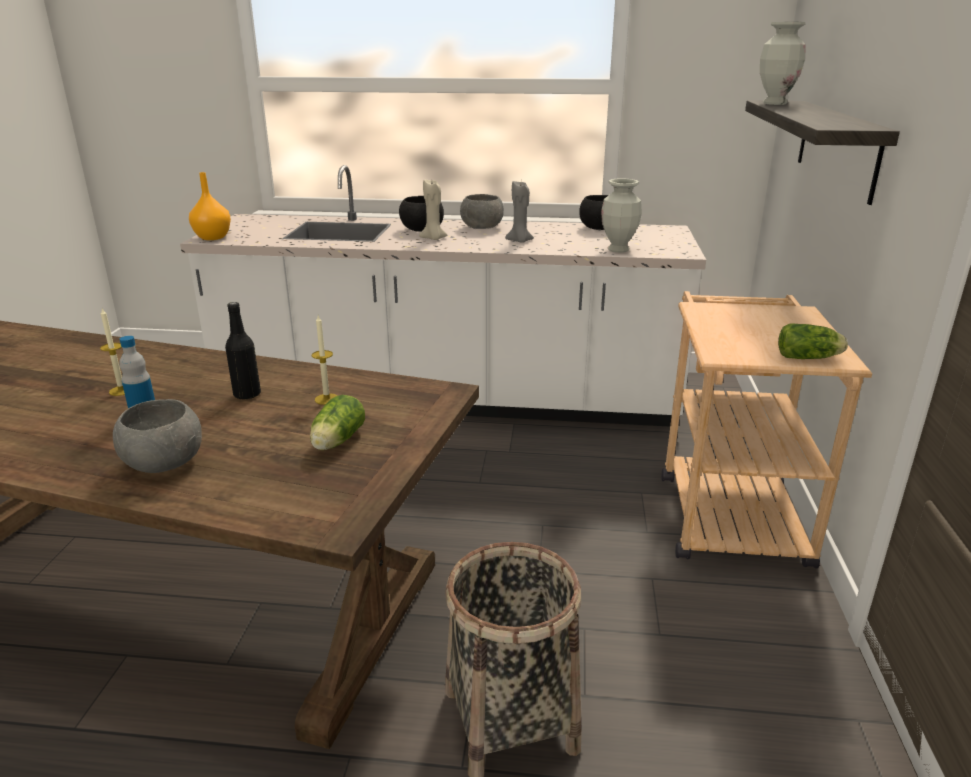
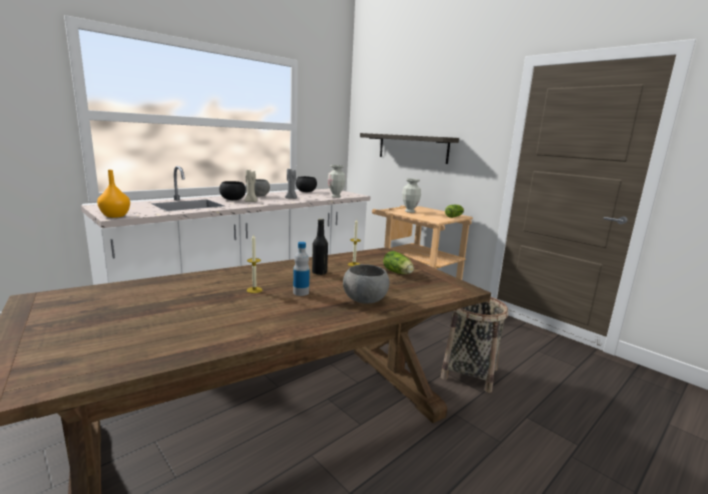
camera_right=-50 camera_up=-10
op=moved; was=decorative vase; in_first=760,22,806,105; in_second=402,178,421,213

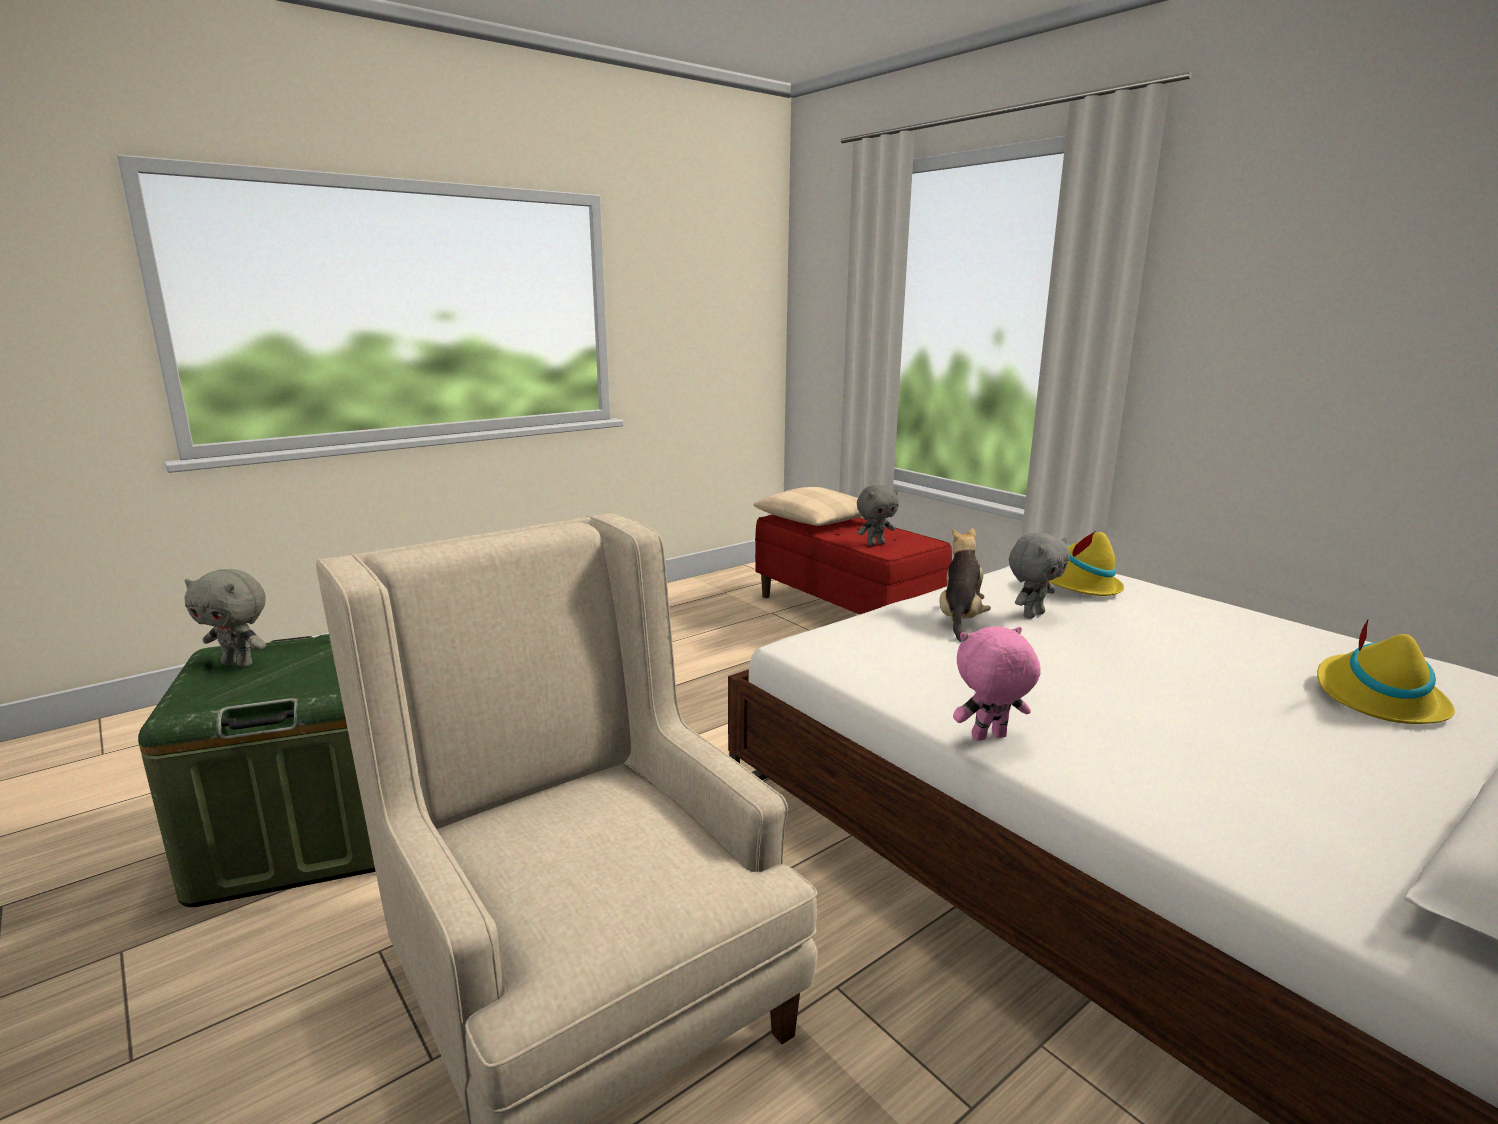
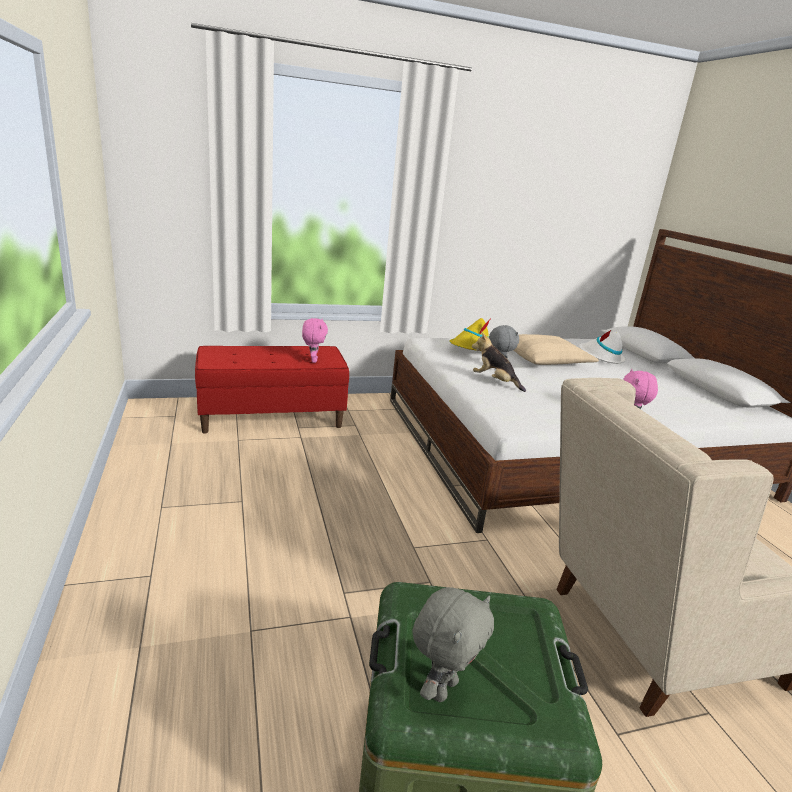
camera_right=-70 camera_up=5
op=recoloured; was=greyish soft toy; now=pinkish soft toy; in_first=857,485,899,546; in_second=302,318,328,363
op=moved; was=beige-coloured pillow; in_first=753,487,862,526; in_second=514,334,599,365
op=recoloured; was=yellow hat; now=white hat; in_first=1317,619,1455,724; in_second=579,330,626,364

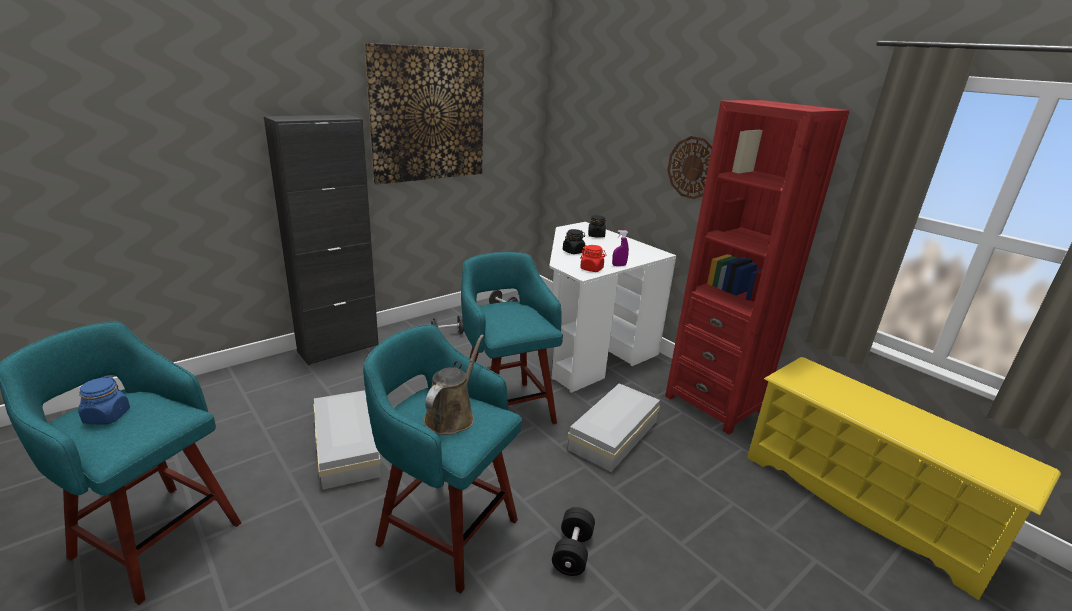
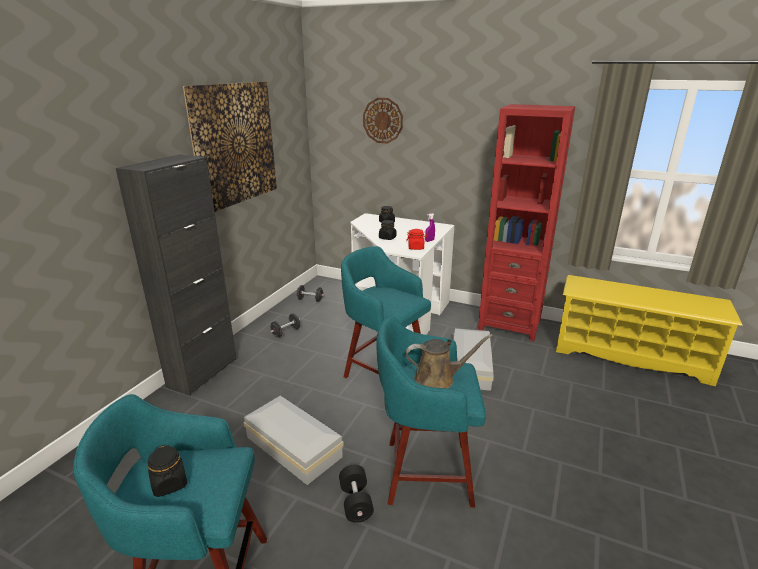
camera_right=-25 camera_up=0
op=recoloured; was=blue storage jar; now=blackish storage jar; in_first=78,376,130,424; in_second=148,444,187,497
op=moved; was=blackish hand weight; in_first=552,507,595,576; in_second=339,465,374,523
op=moved; was=clock on the wall; in_first=667,136,712,199; in_second=363,98,403,144
op=turned; was=brown watering can; in_first=424,334,484,435; in_second=406,334,493,388; clockwise=90

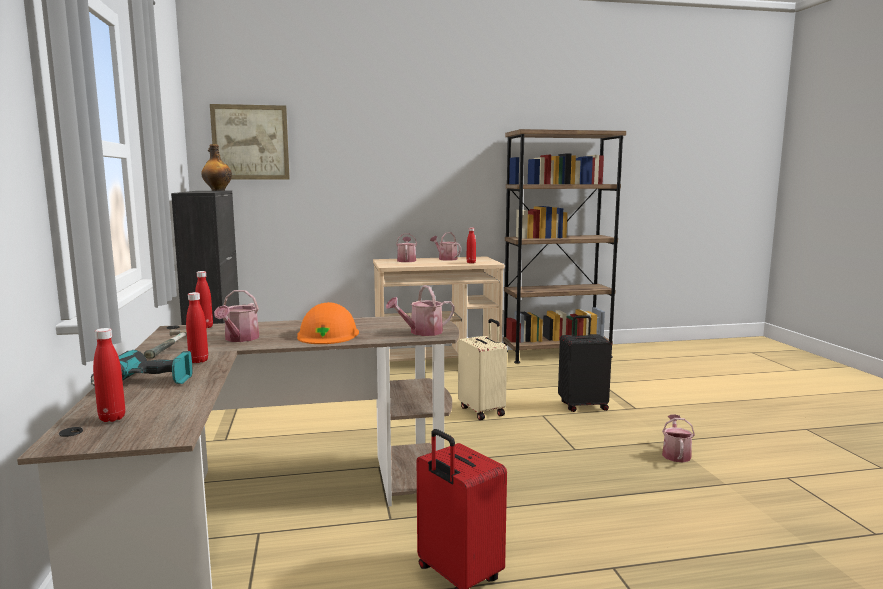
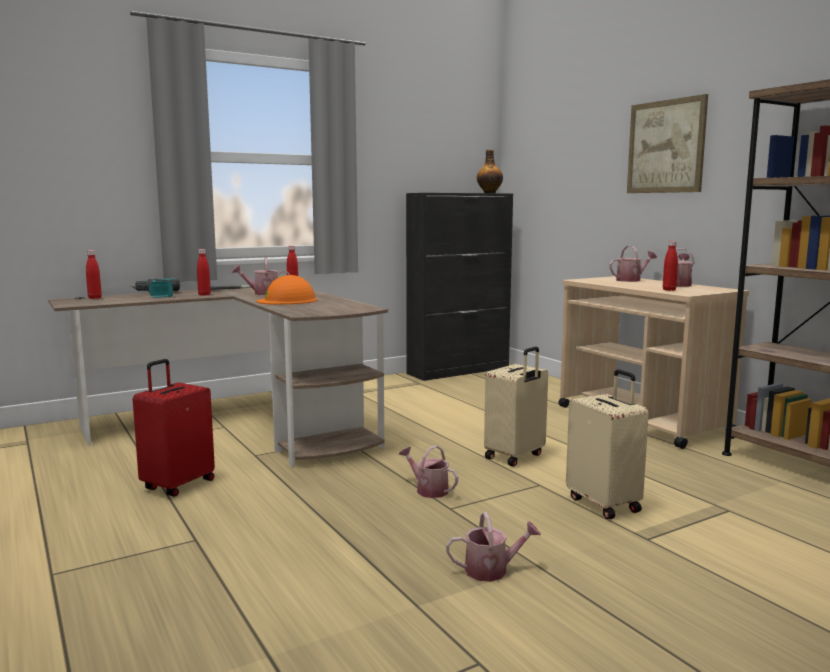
camera_right=70 camera_up=0
op=moved; was=watering can; in_first=386,285,455,336; in_second=399,445,458,498
op=recoloured; was=blackish travel case; now=beige-coloured travel case; in_first=558,315,612,412; in_second=566,369,649,519
op=moved; was=wall picture; in_first=210,104,290,180; in_second=627,94,708,193

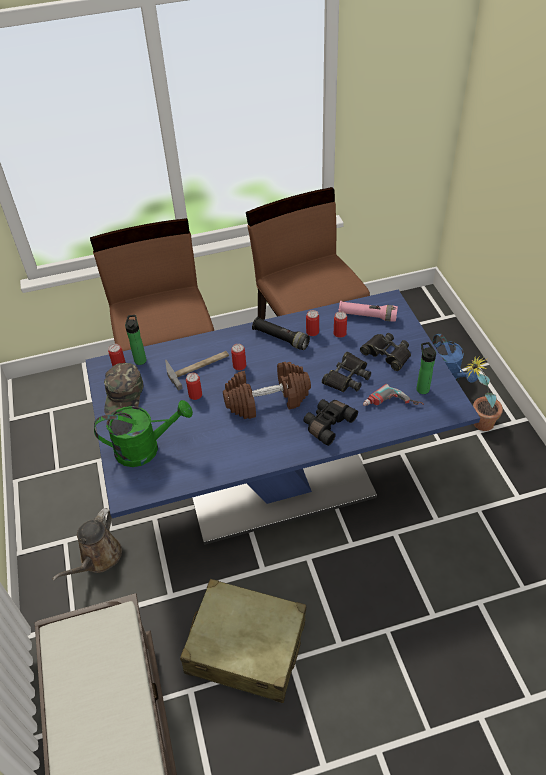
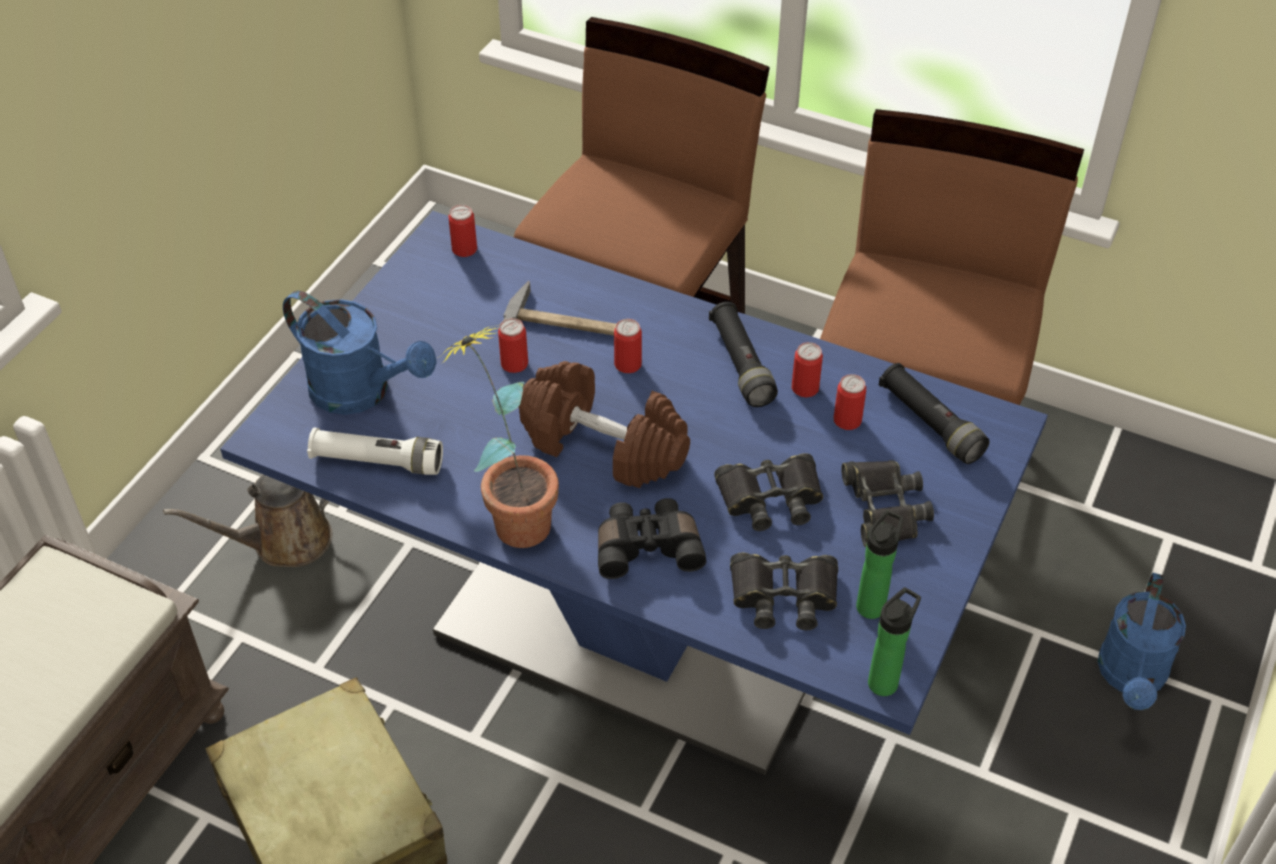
camera_right=40 camera_up=0
op=recoloured; was=green-coloured watering can; now=blue watering can; in_first=94,400,193,467; in_second=283,291,437,415
op=added; now=white flashlight; in_second=307,428,443,475
op=moved; was=plant in a pot; in_first=465,356,503,431; in_second=438,325,559,548
op=replaced; was=power drill; now=blackish pair of binoculars; in_first=363,384,424,406; in_second=730,553,838,630
op=moved; was=drink bottle; in_first=125,315,147,365; in_second=868,587,921,696
op=recoloured; was=pinkish flashlight; now=blackish flashlight; in_first=338,301,398,322; in_second=879,363,989,464
op=removed; was=green-coloured cap; in_first=104,363,143,415

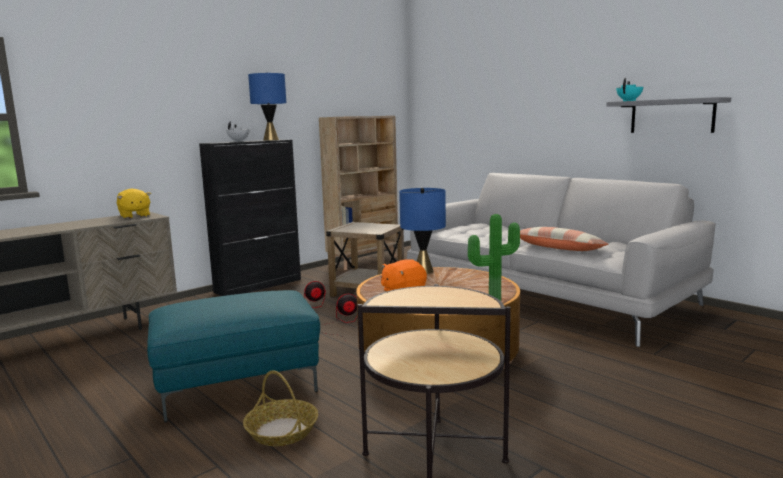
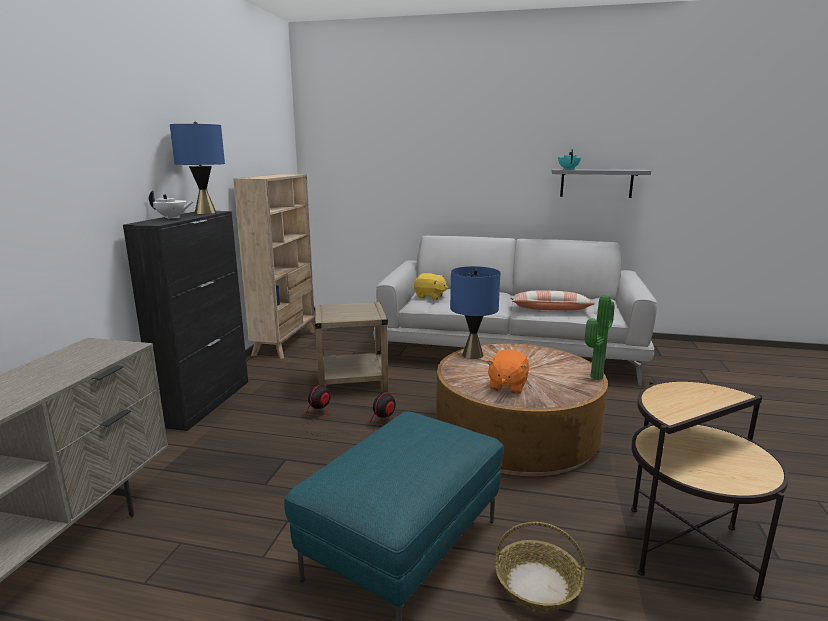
camera_right=-35 camera_up=5
op=moved; was=yellow soft toy; in_first=117,189,151,219; in_second=414,273,448,300

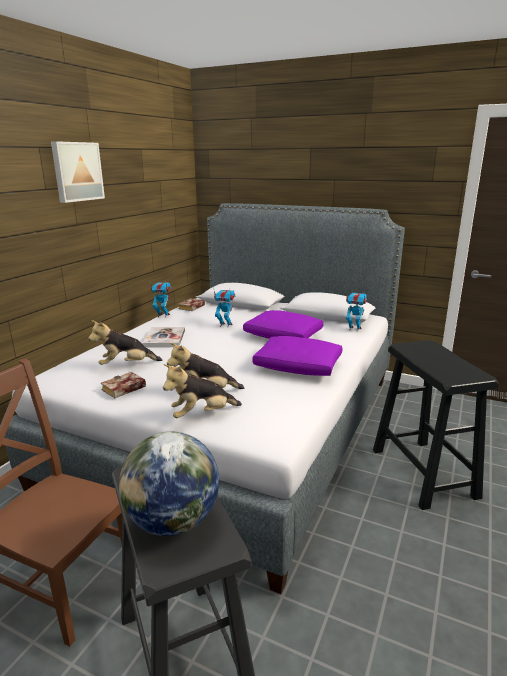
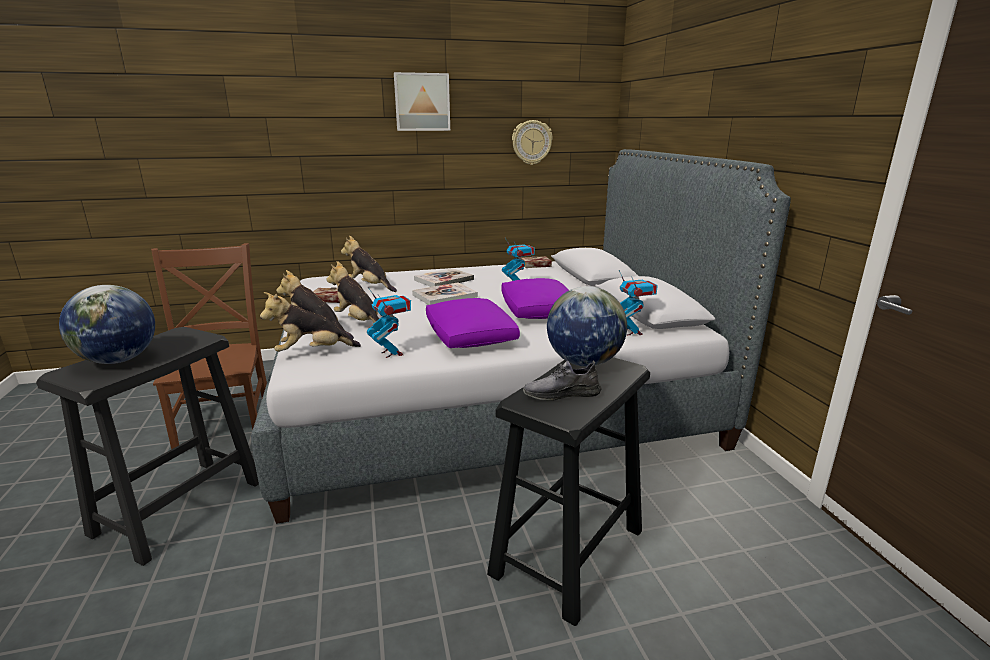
camera_right=50 camera_up=0
op=added; now=soft toy; in_second=260,292,361,352
op=moved; was=model robot; in_first=150,281,171,317; in_second=367,287,411,358
op=added; now=volume; in_second=412,282,478,305
op=added; now=clock on the wall; in_second=512,120,553,165
op=added; now=greyish low shoe; in_second=523,360,601,401
op=added; now=world globe; in_second=547,286,627,367

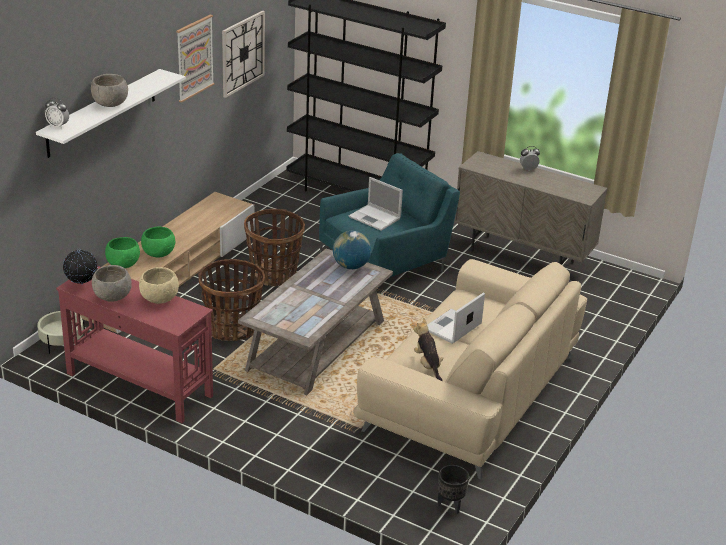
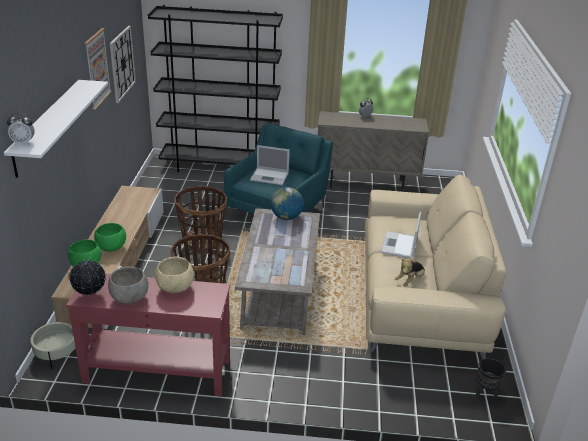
camera_right=-25 camera_up=0
op=turned; was=soft toy; in_first=414,318,444,381; in_second=395,259,425,287; clockwise=-90
op=removed; was=greyish deep dish; in_first=91,74,128,107

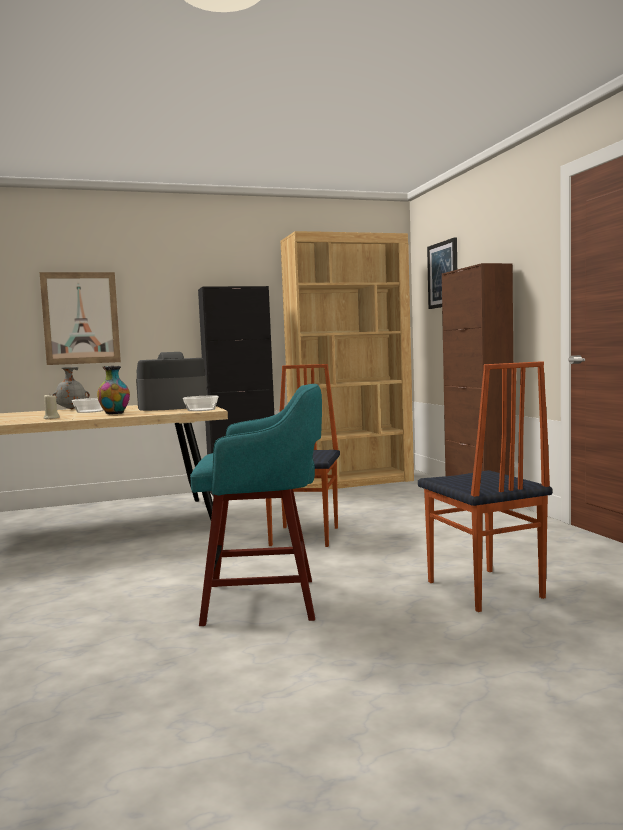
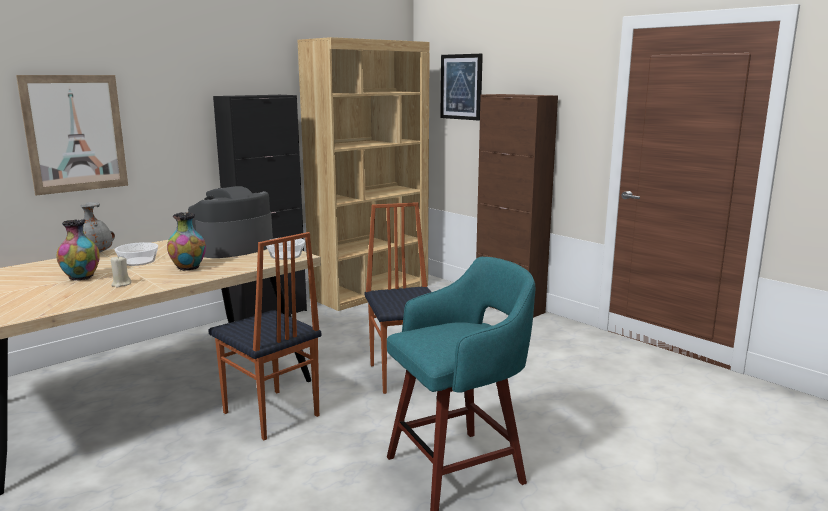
camera_right=-25 camera_up=10
op=added; now=decorative vase; in_second=57,219,100,281
op=moved; was=upright chair; in_first=418,361,552,612; in_second=208,232,321,440

